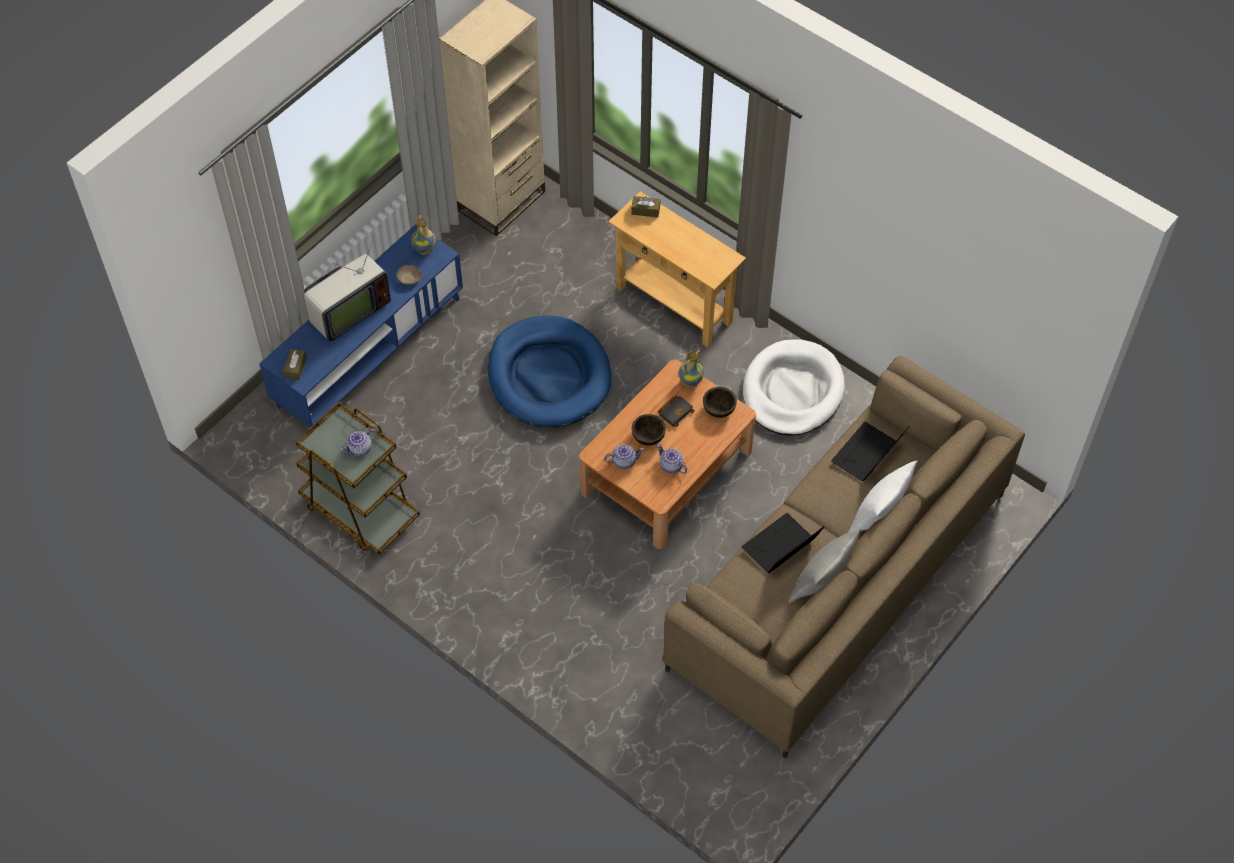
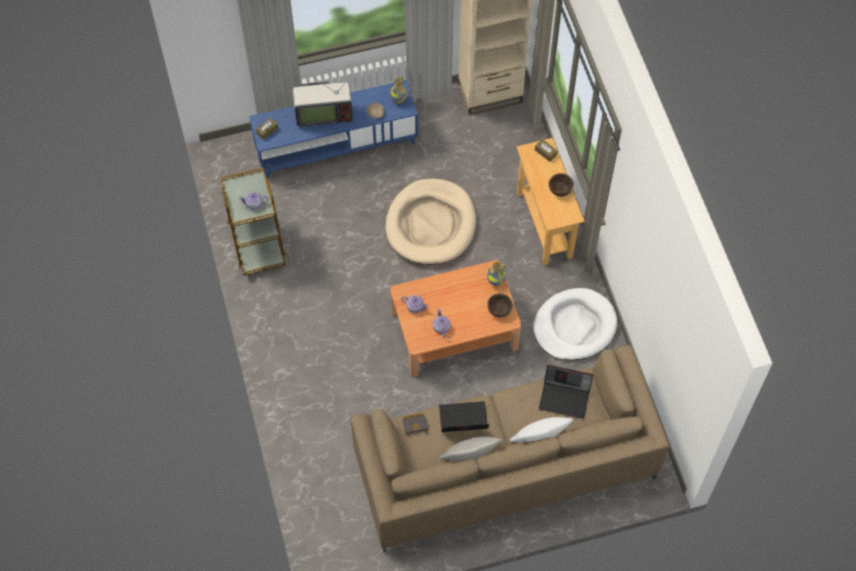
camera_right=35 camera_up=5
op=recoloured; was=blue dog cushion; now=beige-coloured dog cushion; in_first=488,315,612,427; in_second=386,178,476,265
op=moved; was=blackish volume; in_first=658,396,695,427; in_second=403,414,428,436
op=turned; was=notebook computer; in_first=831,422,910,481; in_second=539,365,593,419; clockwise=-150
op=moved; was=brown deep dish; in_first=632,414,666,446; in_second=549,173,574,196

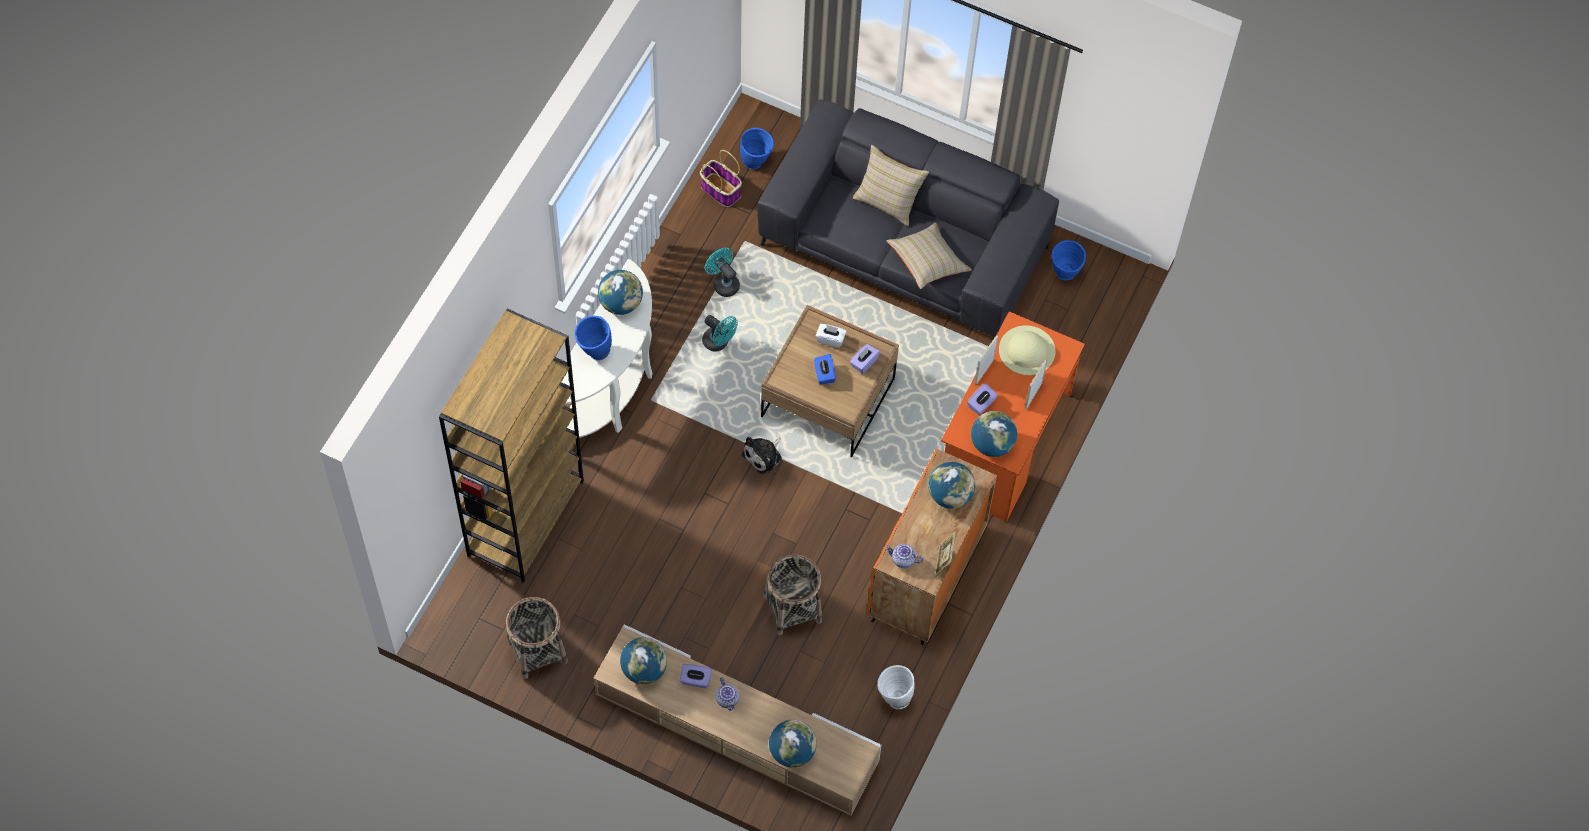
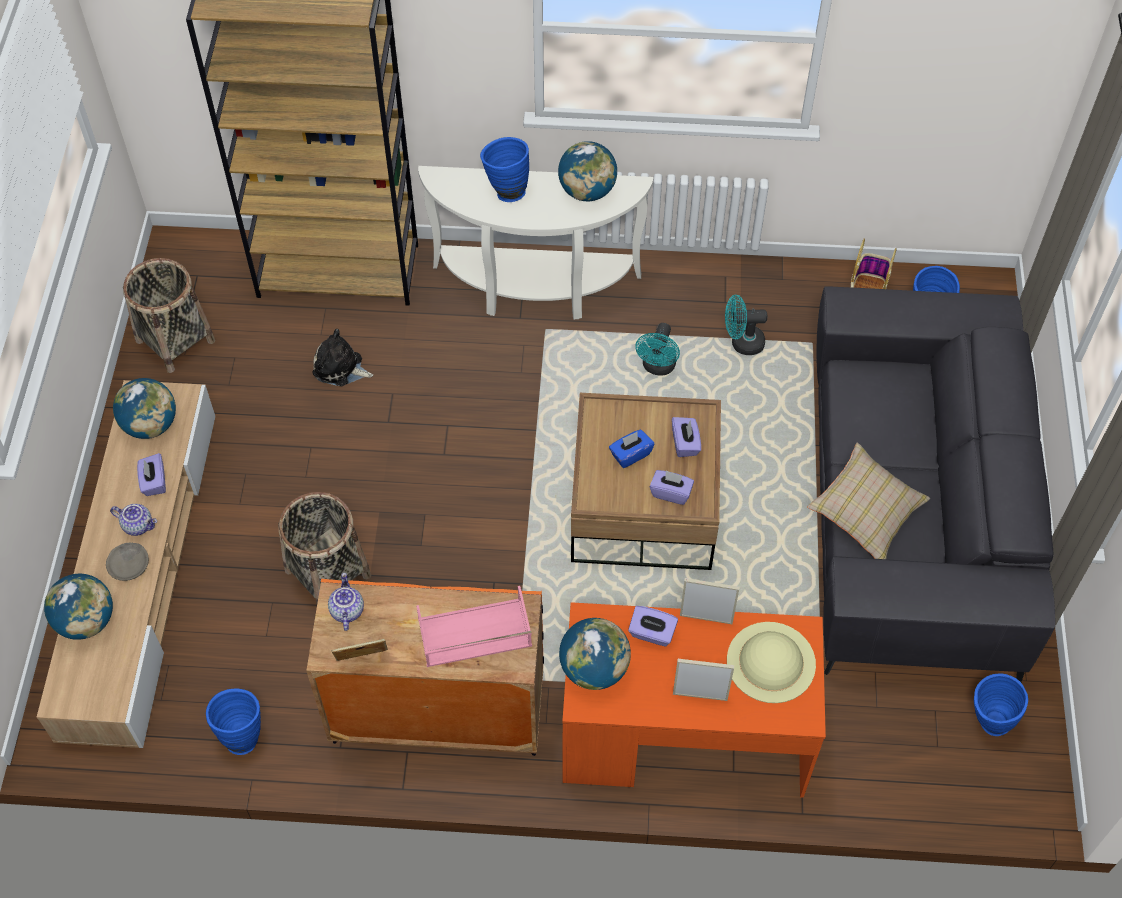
camera_right=70 camera_up=-5
op=added; now=greyish deep dish; in_second=106,543,149,581
op=turned; was=pot for tea; in_first=716,677,739,711; in_second=110,504,157,536; clockwise=-120
op=recoloured; was=white decorative vase; now=blue decorative vase; in_first=877,665,915,709; in_second=206,689,261,755
op=moved; was=soft toy; in_first=742,437,782,474; in_second=312,329,373,387
op=replaced; was=world globe; now=pinkish serving tray; in_first=928,462,975,509; in_second=416,586,532,667
op=recoloured; was=white tissue box; now=purple tissue box; in_first=816,324,846,348; in_second=672,417,701,457
op=turned; was=blue-green cooling fan; in_first=705,248,740,297; in_second=725,295,767,355; clockwise=-120
op=removed; was=beige-coloured pillow; in_first=853,145,929,226

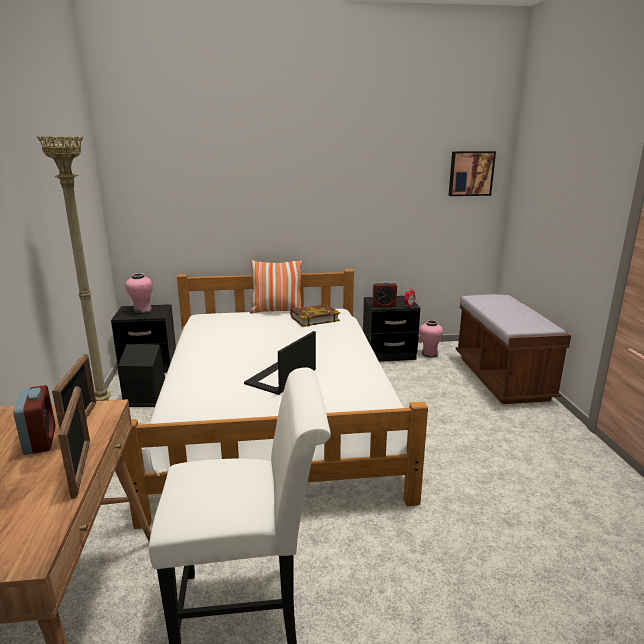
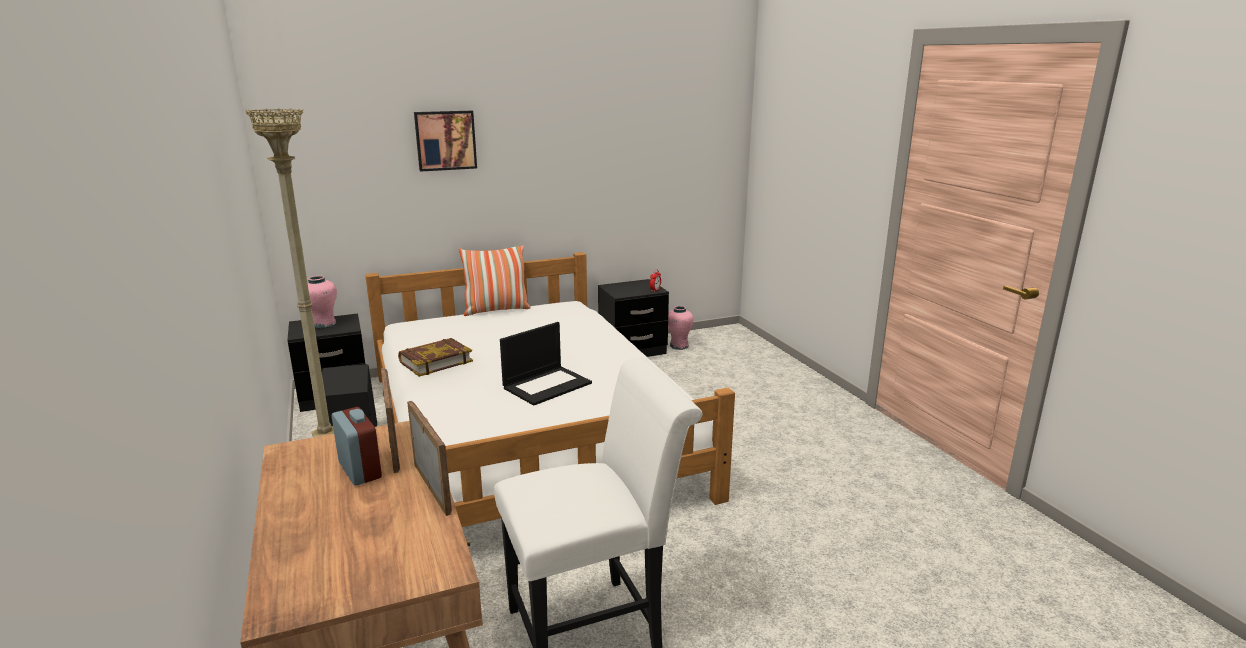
camera_right=-15 camera_up=0
op=moved; was=volume; in_first=290,304,340,327; in_second=398,338,473,377
op=moved; was=wall picture; in_first=449,151,496,196; in_second=414,111,477,172
op=turned; was=notebook computer; in_first=244,331,316,395; in_second=500,322,592,406; clockwise=-150
op=removed; was=bedside clock; in_first=372,281,397,307
op=removed; was=brown bench; in_first=456,294,571,404

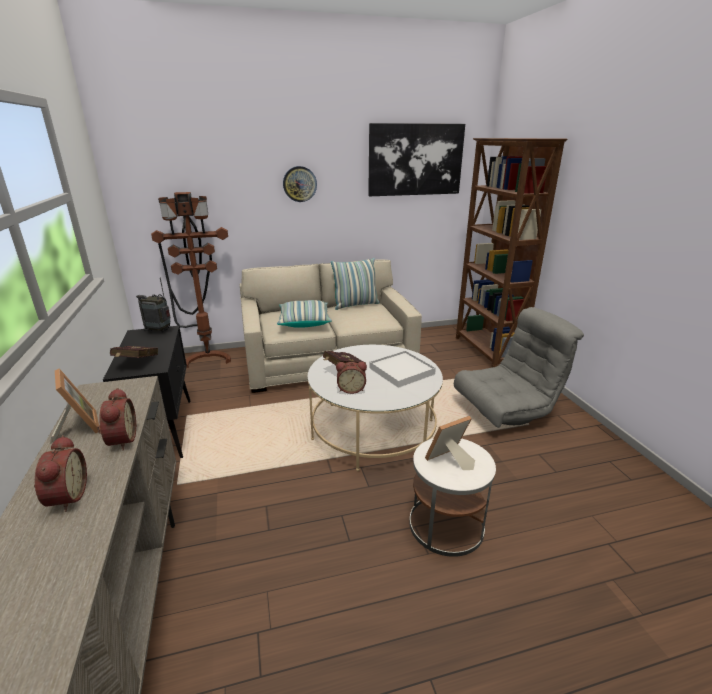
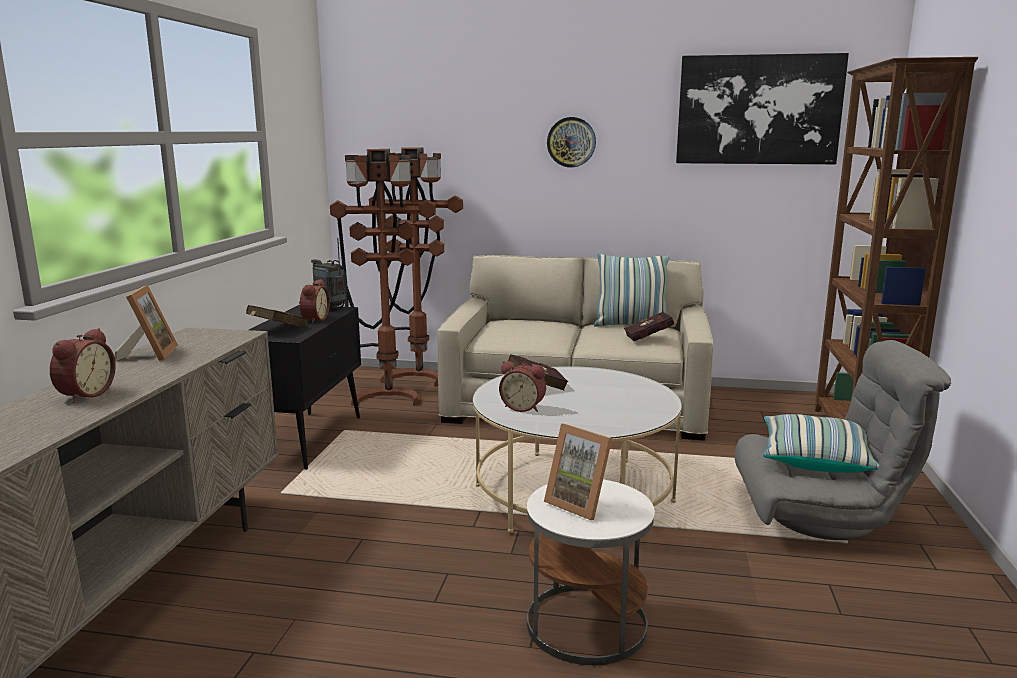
camera_right=25 camera_up=-10
op=moved; was=bedside clock; in_first=97,388,136,450; in_second=299,279,330,324
op=added; now=brown standing lamp; in_second=330,149,436,406
op=turned; was=standing frame; in_first=425,416,475,470; in_second=544,423,612,520; clockwise=-135
op=added; now=red-coloured volume; in_second=624,312,677,342
op=moved; was=pillow; in_first=277,300,332,328; in_second=763,414,879,473
op=removed; was=white serving tray; in_first=369,351,436,388

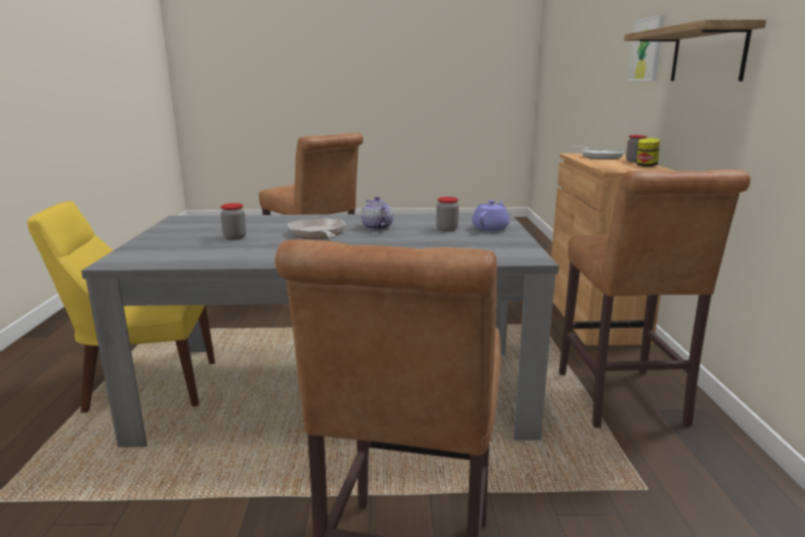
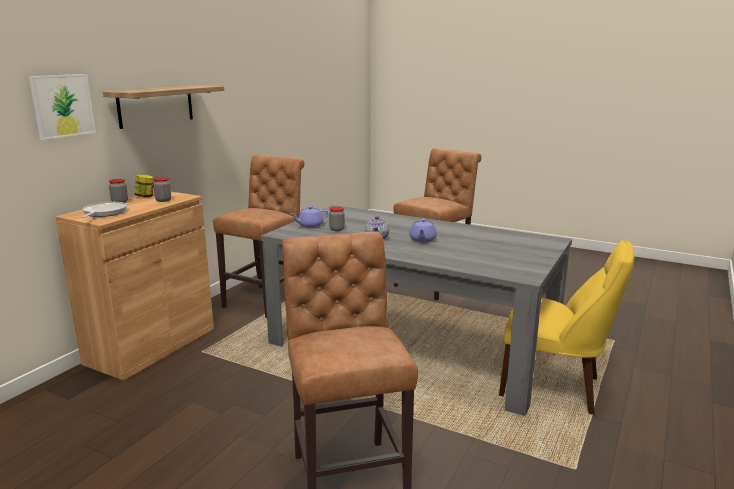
camera_right=-150 camera_up=0
op=moved; was=storage jar; in_first=221,203,246,240; in_second=153,177,171,202
op=replaced; was=frying pan; now=purple pot for tea; in_first=288,217,346,239; in_second=409,219,437,242

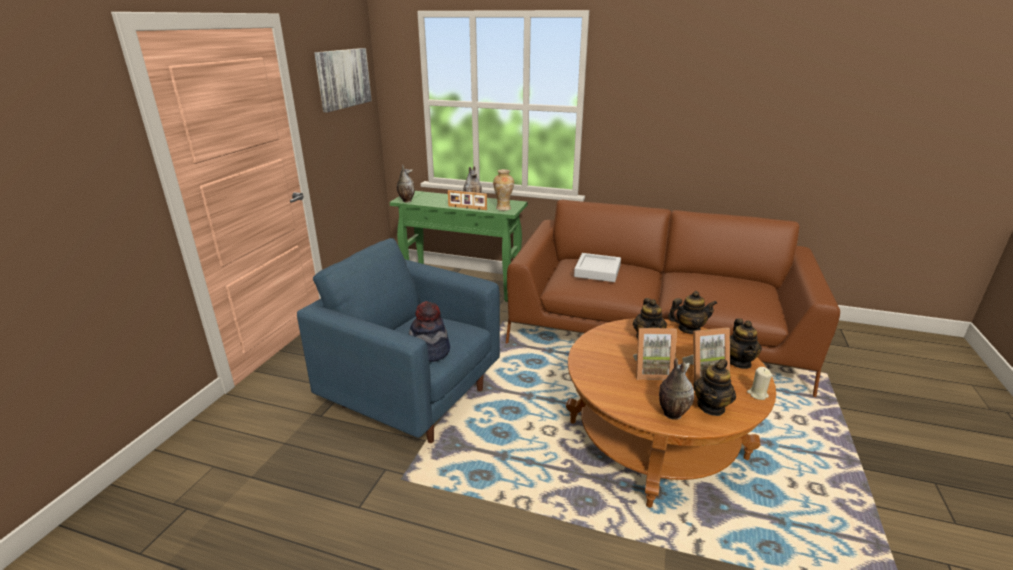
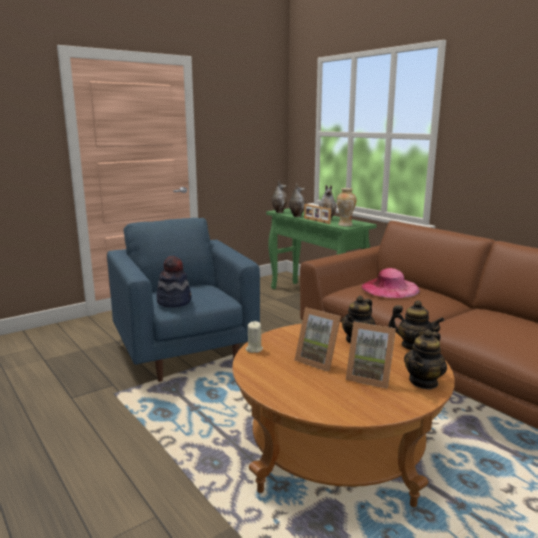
camera_right=35 camera_up=-10
op=moved; was=beige-coloured wax candle; in_first=747,367,773,400; in_second=246,321,263,353
op=moved; was=decorative vase; in_first=659,358,694,420; in_second=289,183,305,217
op=replaced; was=greyish serving tray; now=pinkish hat; in_first=574,253,621,282; in_second=362,268,420,298
op=removed; was=wall picture; in_first=314,48,372,112
op=removed; was=pot for tea; in_first=693,359,736,416

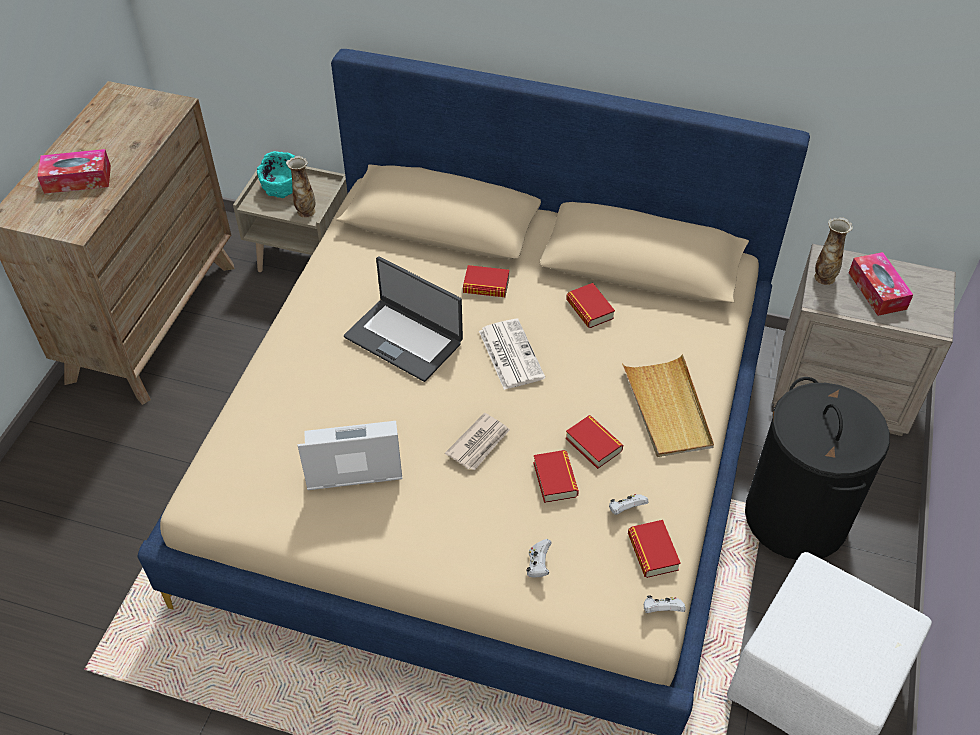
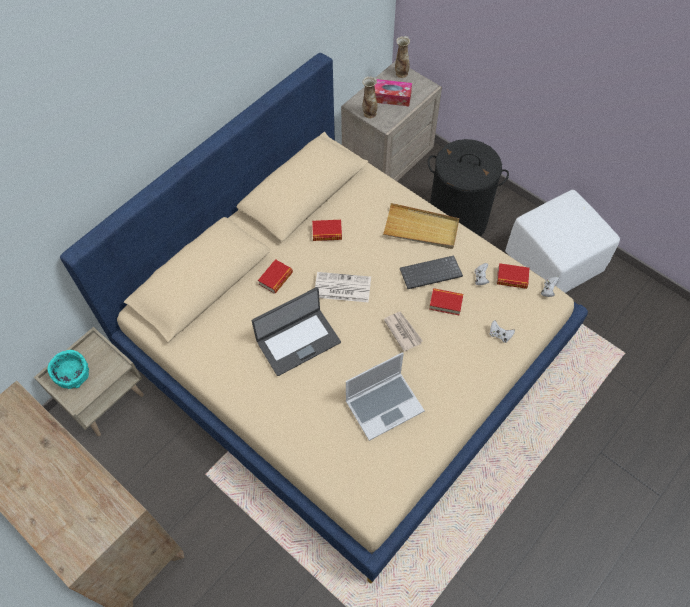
camera_right=-65 camera_up=10
op=turned; was=notebook computer; in_first=297,421,402,490; in_second=346,352,425,441; clockwise=-135
op=moved; was=decorative vase; in_first=286,156,316,218; in_second=395,36,410,78
op=replaced; was=volume; now=PC keyboard; in_first=565,416,623,469; in_second=400,255,463,289
op=removed; was=tissue box; in_first=37,149,111,194

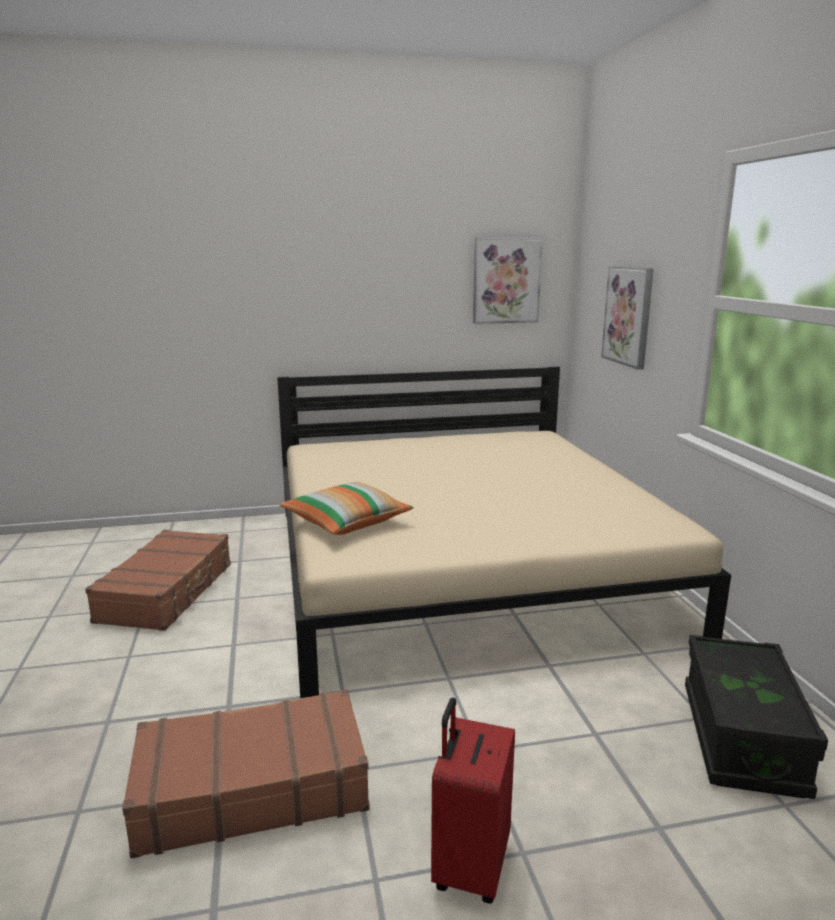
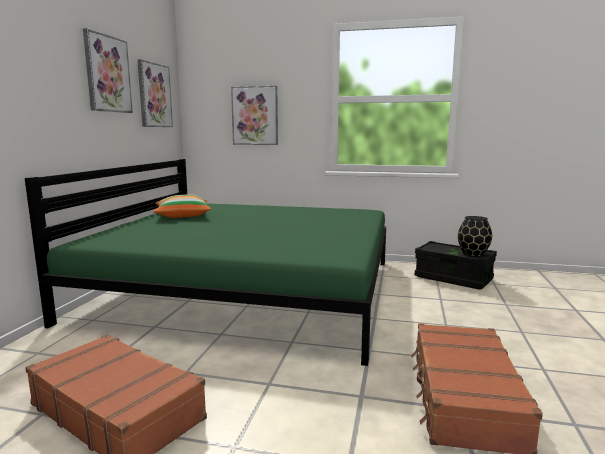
camera_right=-65 camera_up=-5
op=recoloured; was=beige-coloured bed; now=green-coloured bed; in_first=277,367,731,698; in_second=25,159,386,366
op=added; now=wall picture; in_second=83,28,133,113
op=moved; was=pillow; in_first=279,482,413,535; in_second=153,194,211,218
op=added; now=blackish decorative vase; in_second=458,216,492,256
op=removed; was=red-coloured travel case; in_first=431,698,515,904

